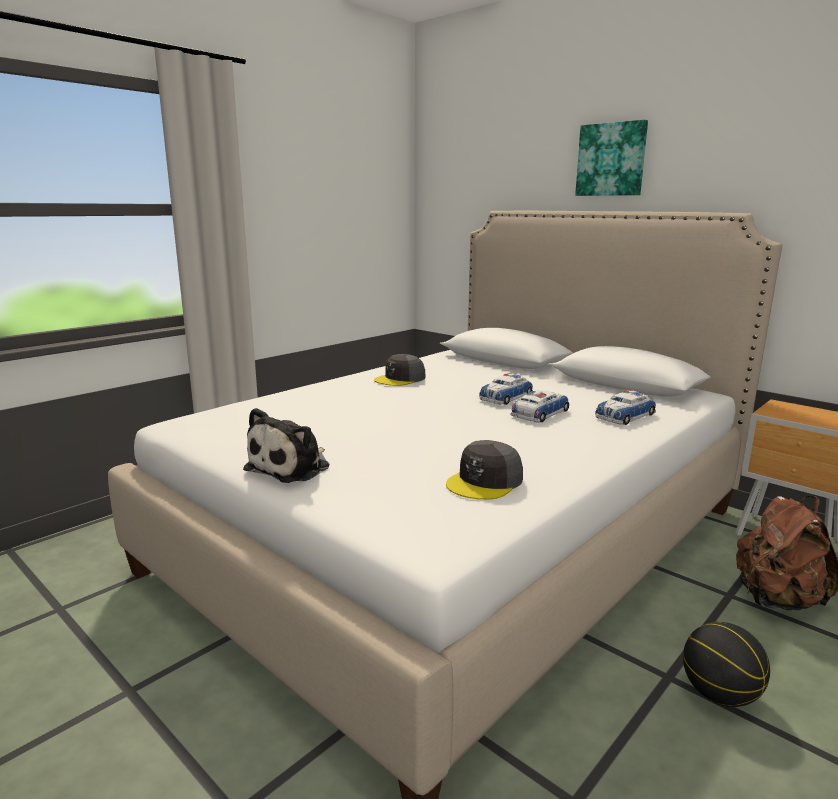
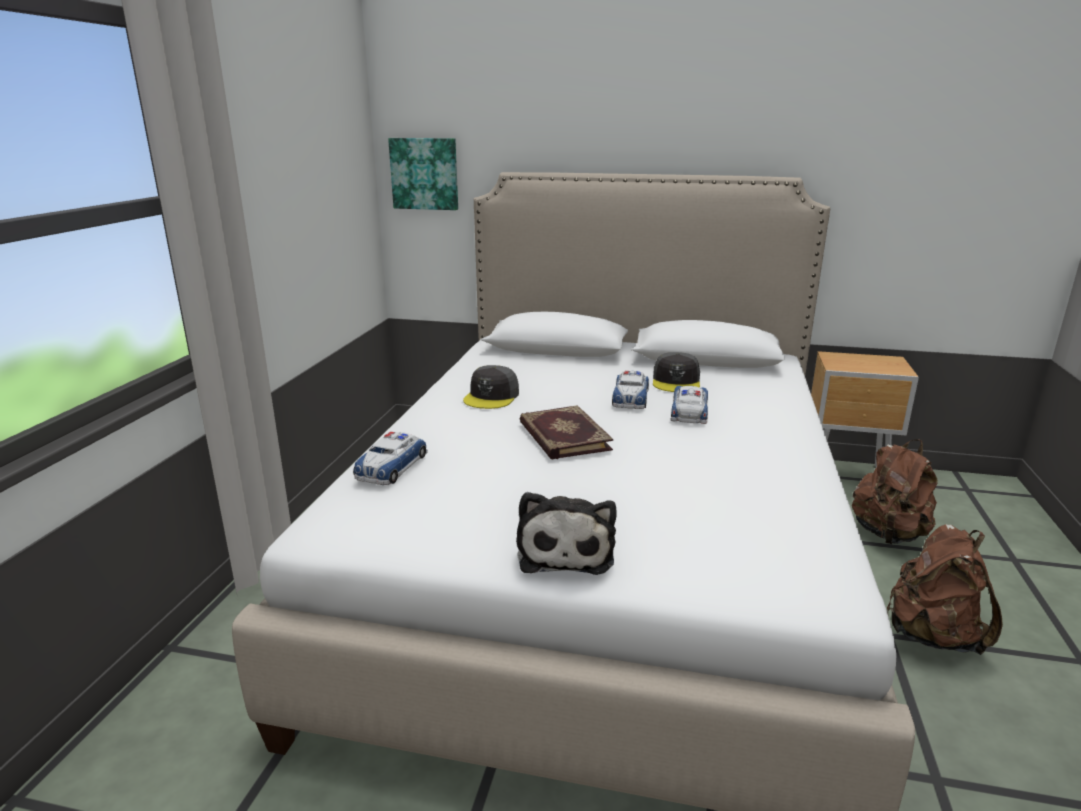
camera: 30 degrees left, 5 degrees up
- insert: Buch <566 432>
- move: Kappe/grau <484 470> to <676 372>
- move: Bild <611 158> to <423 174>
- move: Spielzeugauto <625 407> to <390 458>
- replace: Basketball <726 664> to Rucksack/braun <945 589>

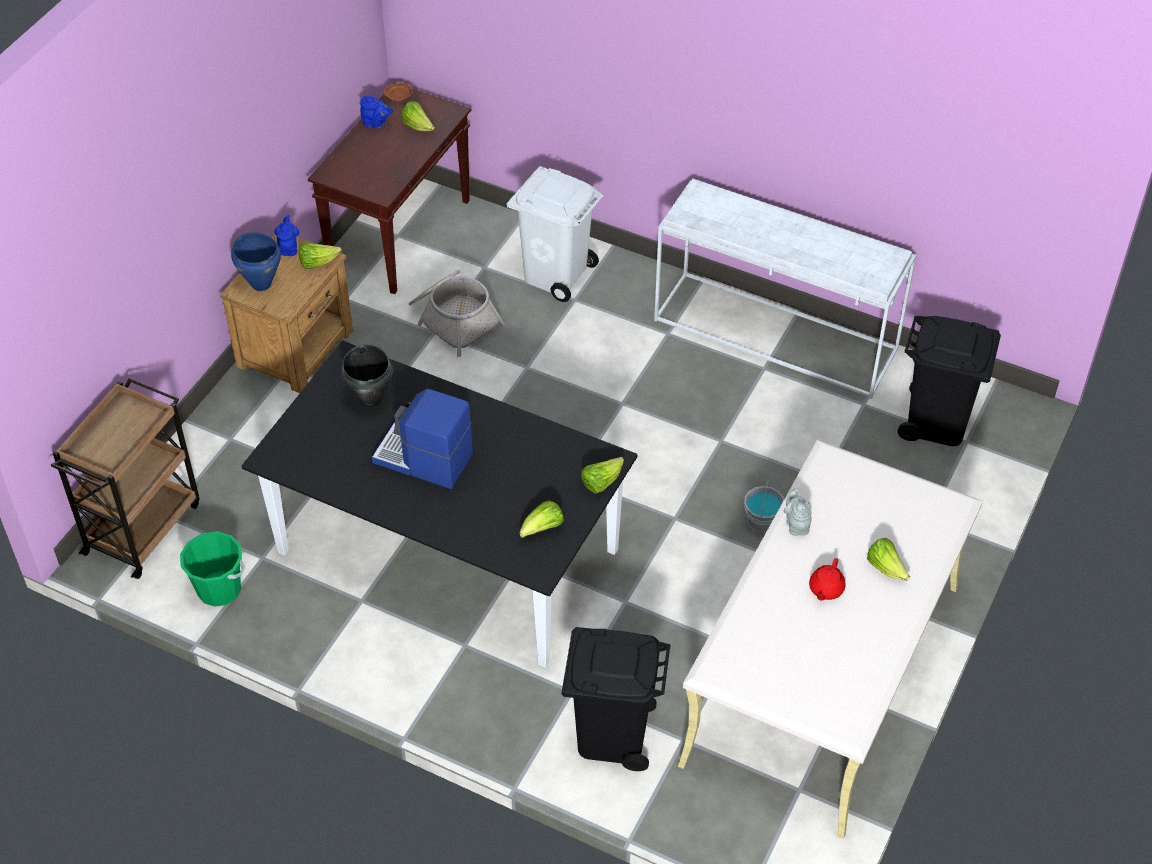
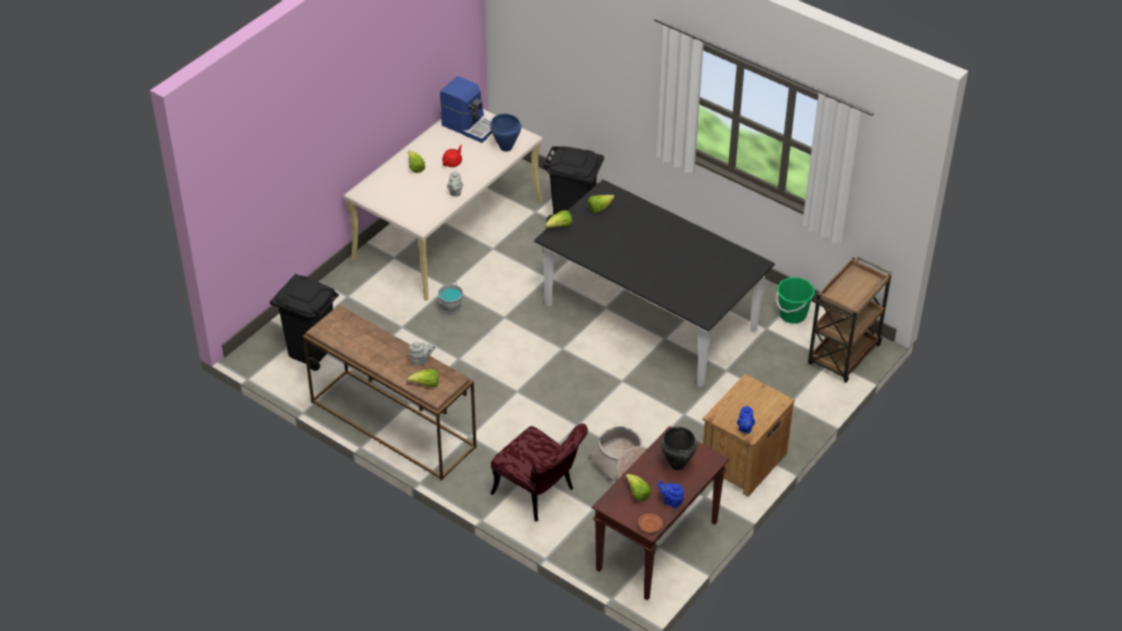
camera: 170 degrees left, 5 degrees down
- insert: Teekanne/grau <422 353>
- move: Kochtopf/blau <256 261> to <505 133>
- move: Salatkopf <320 255> to <423 378>
- move: Kochtopf/schwarz <367 376> to <679 448>
- move: Kaffeemaschine <422 439> to <466 109>
- replace: Mülleimer/weiß <555 234> to Stuhl/rot <539 472>
- recolor: Konsolentisch/weiß <785 289> to Konsolentisch/braun <390 392>

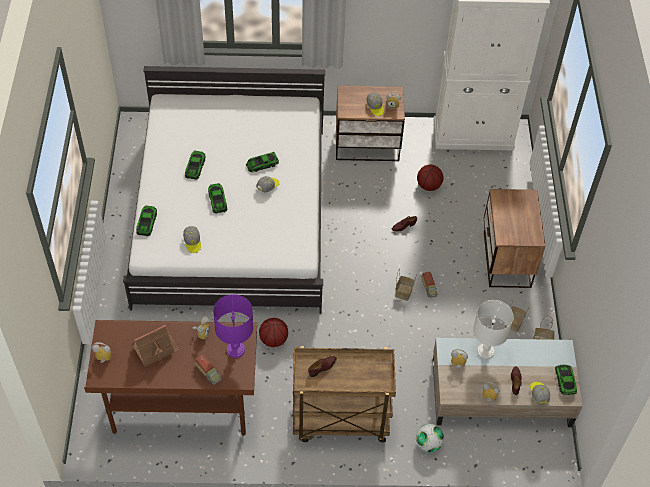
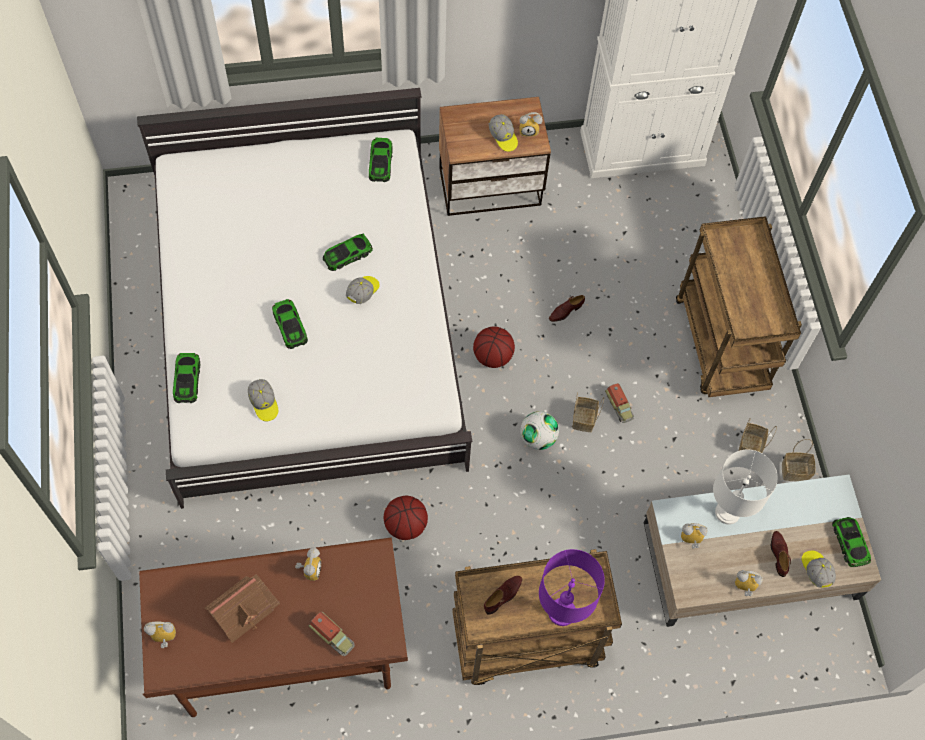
camera: 10 degrees left, 10 degrees up
- move: Spielzeugauto <195 165> to <381 160>
- move: Tischlampe/lila <233 326> to <572 587>
- move: Fußball <430 438> to <539 430>
- move: Basketball <430 178> to <494 347>
- replace: Nachttisch <515 238> to Rollwagen/braun <739 306>

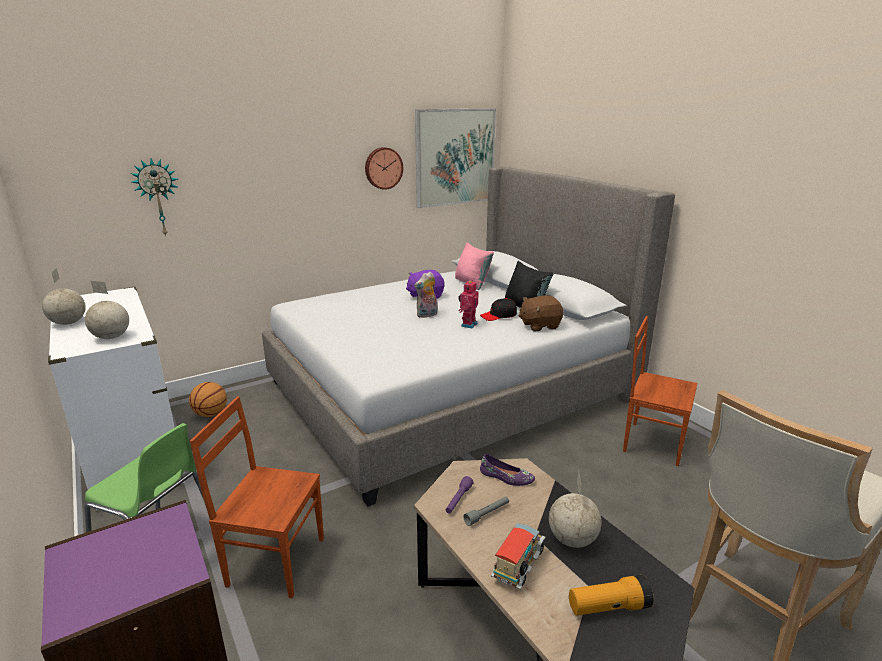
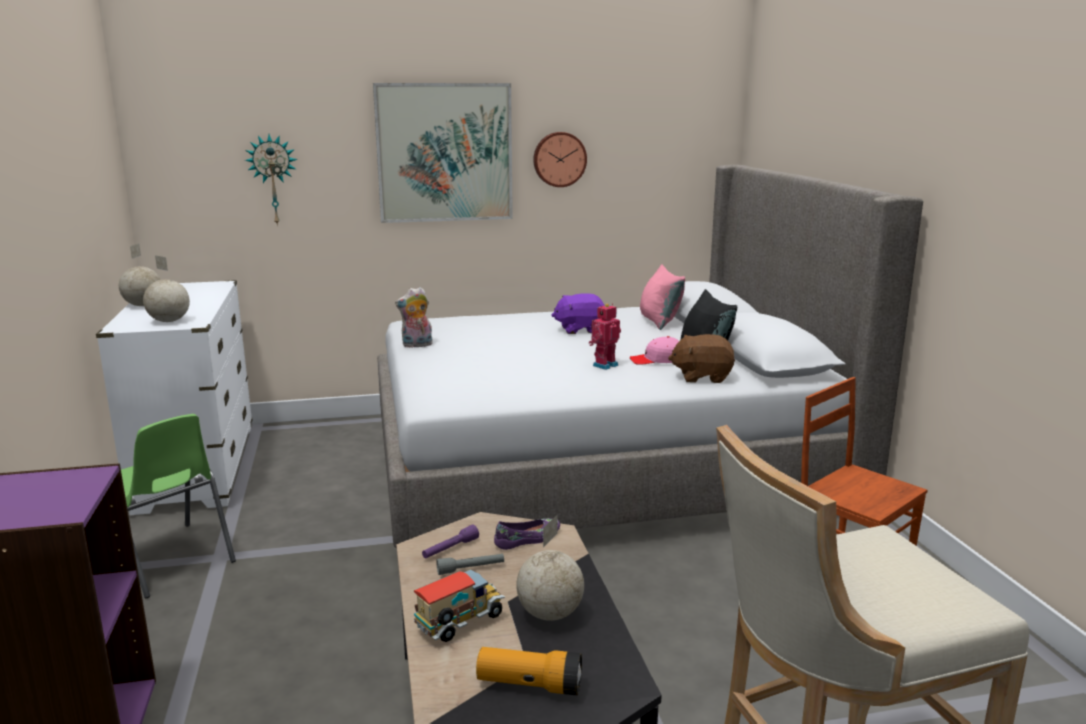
camera: 20 degrees right, 5 degrees down
- delete: Basketball <208 399>
- delete: Stuhl/braun <257 497>
- move: Plüschtier <426 295> to <414 317>
- move: Bild <455 158> to <443 153>
- recolor: Kappe/schwarz <498 309> to Kappe/rosa <654 350>
- rotate: Schuh/lila <507 470> = <527 534> 75 degrees counterclockwise

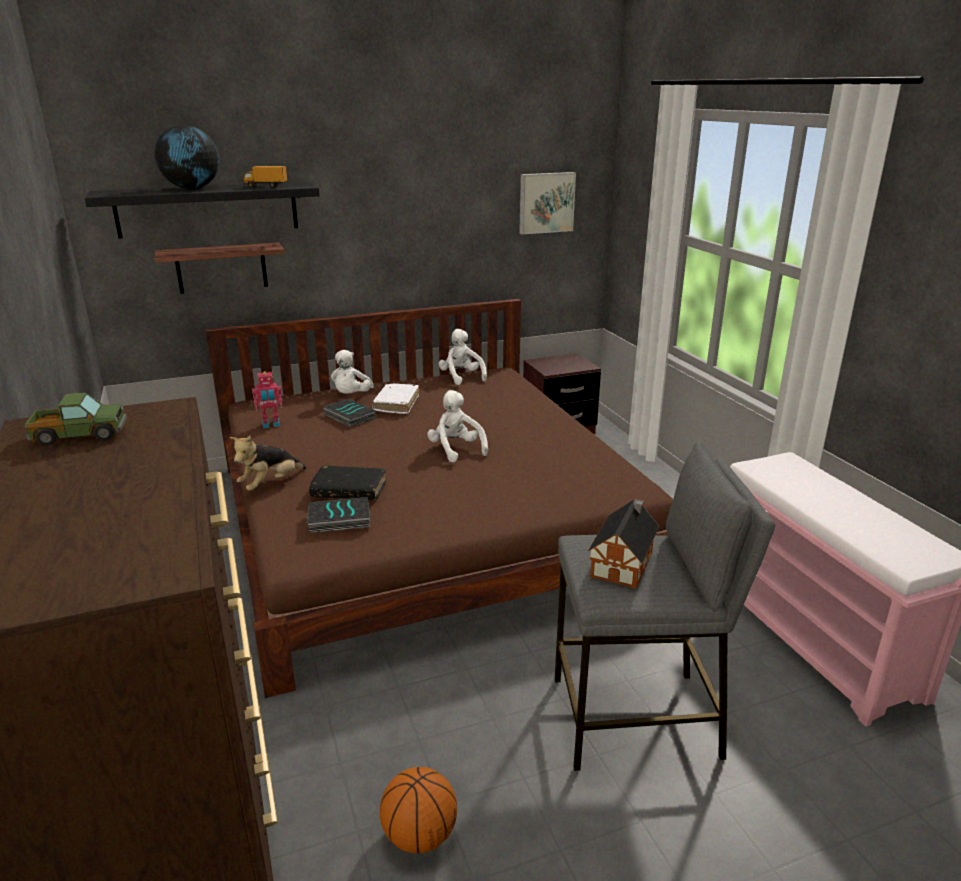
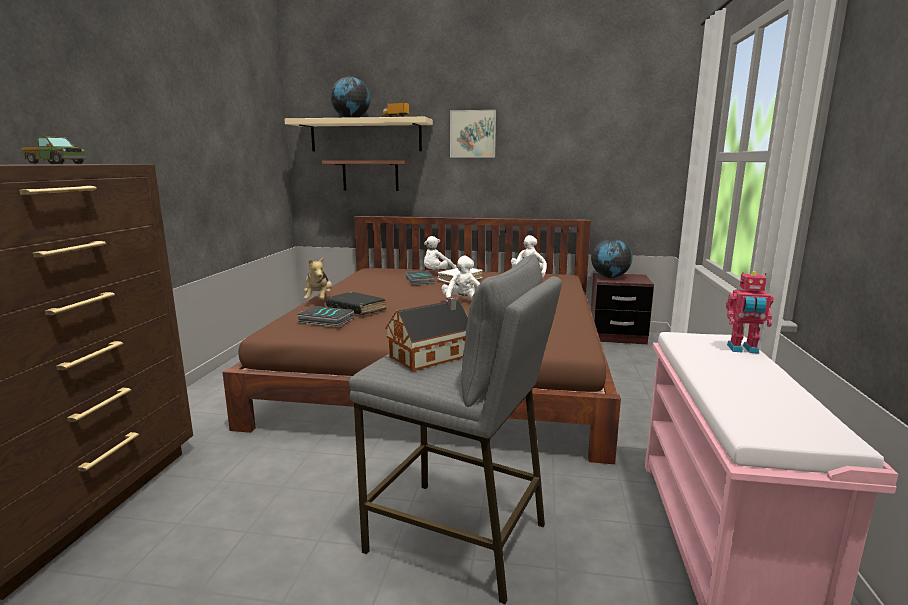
camera: 30 degrees right, 10 degrees down
- delete: Basketball <418 810>
- insert: Globus <612 258>
- move: Spielzeugroboter <267 399> to <750 312>
- move: Bild <547 203> to <473 134>
- recolor: Wandregal/schwarz <202 210> to Wandregal/beige <358 134>
- rotate: Plüschtier <268 463> = <318 278> 75 degrees counterclockwise

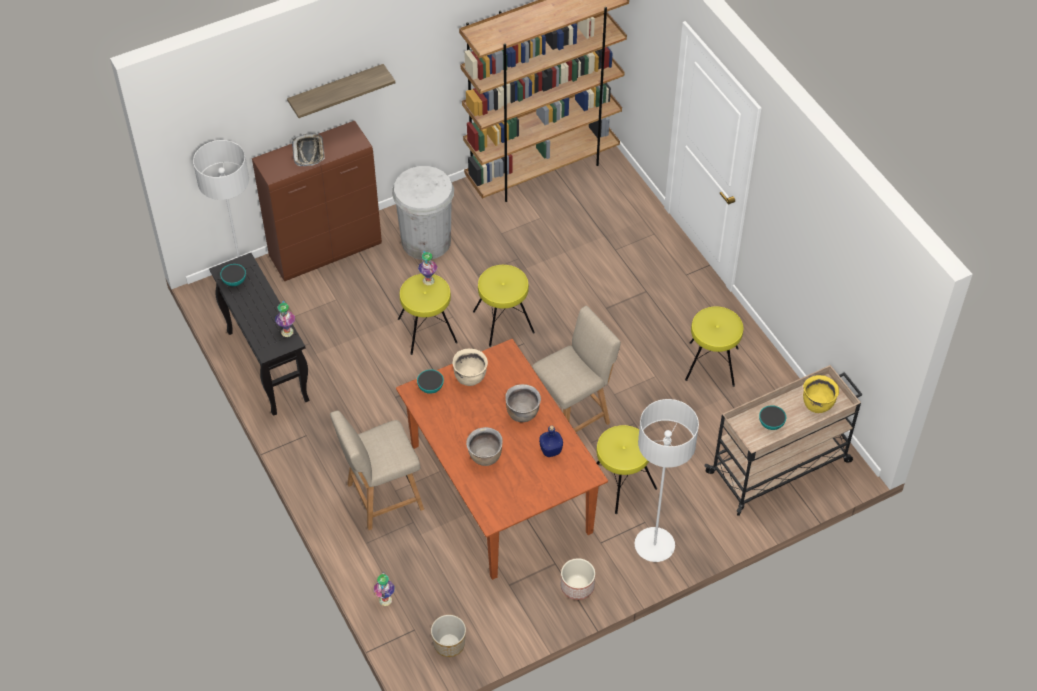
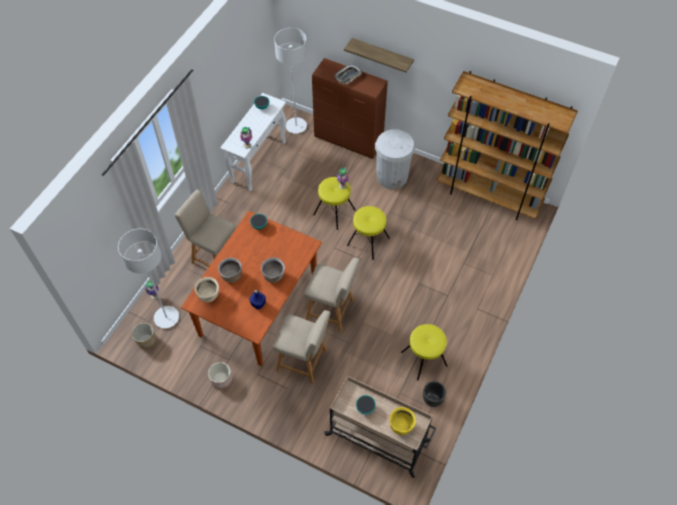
camera: 55 degrees right, 5 degrees up
- insert: Pflanzkübel/schwarz <434 394>
- move: Kochtopf/beige <470 367> to <207 289>
- move: Stehlampe/grau <667 480> to <148 278>
- replace: Hocker/gelb <626 469> to Stuhl/beige <301 347>
- recolor: Konsolentisch/schwarz <259 334> to Konsolentisch/weiß <253 142>

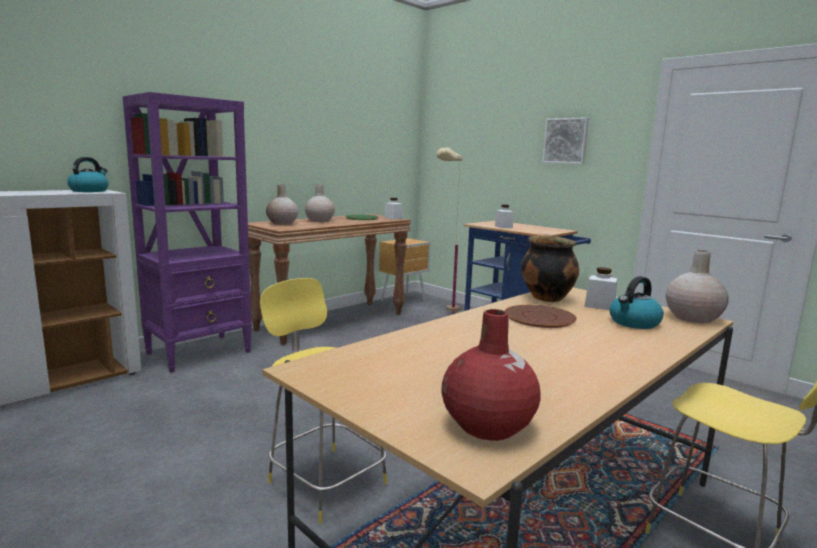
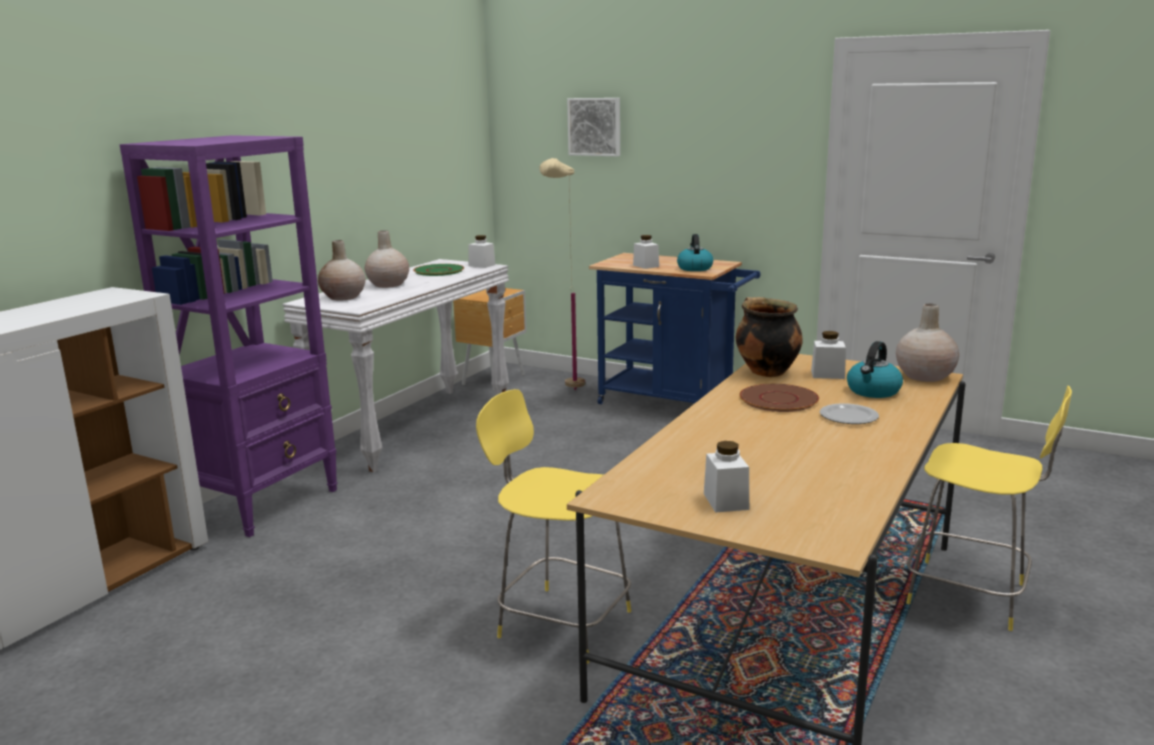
camera: 15 degrees left, 5 degrees up
- delete: Vase/rot <491 375>
- insert: Vorratsglas/weiß <726 477>
- insert: Teller <849 413>
- move: Wasserkessel <88 174> to <695 252>
- move: Bild <565 140> to <593 127>
- recolor: Konsolentisch/braun <329 279> to Konsolentisch/weiß <395 366>

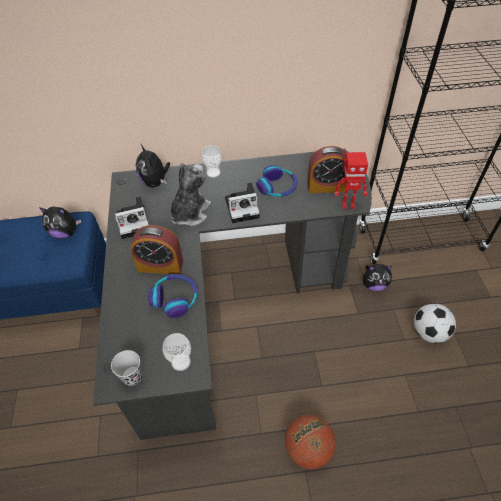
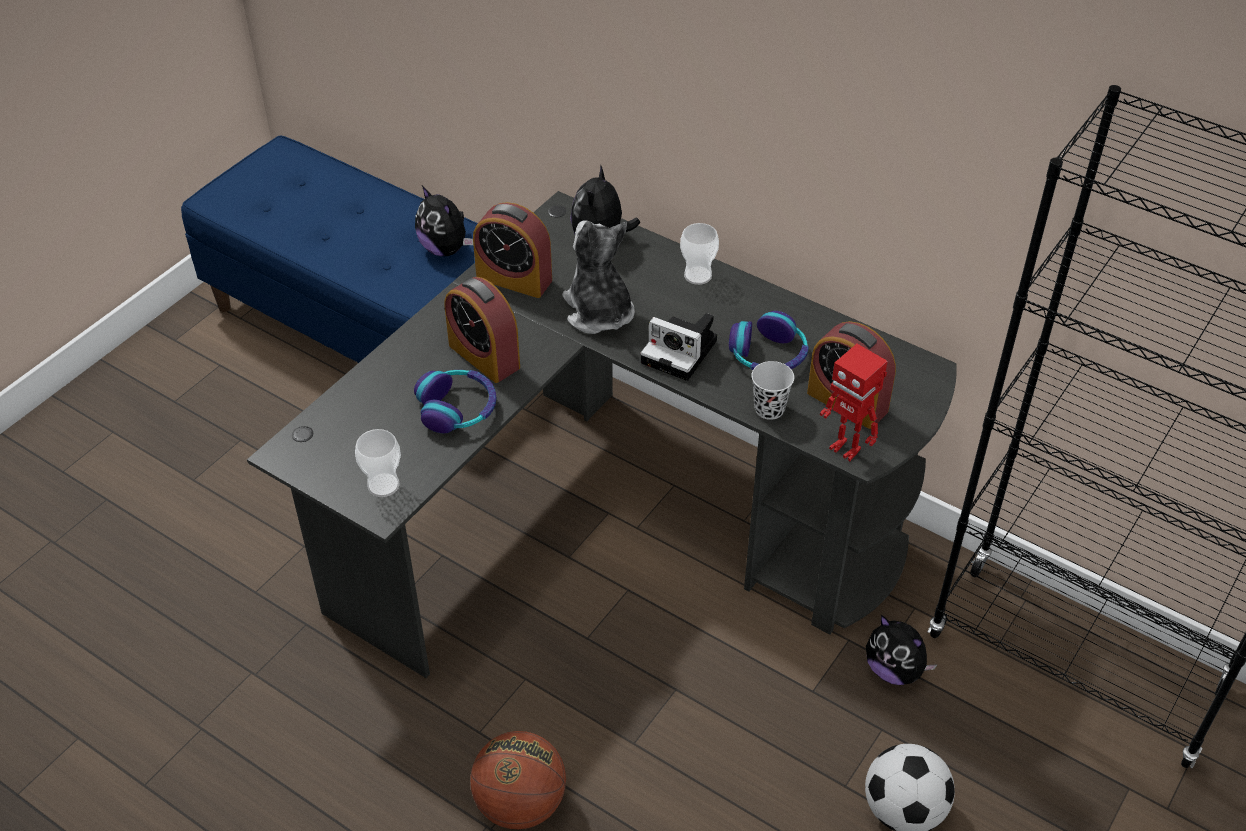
camera: 40 degrees right, 5 degrees down
- move: Tasse/schwarz <126 368> to <772 390>
- replace: Kamera <132 217> to Wecker <512 250>
- rotate: Plüschtier <191 194> = <598 277> 90 degrees counterclockwise

